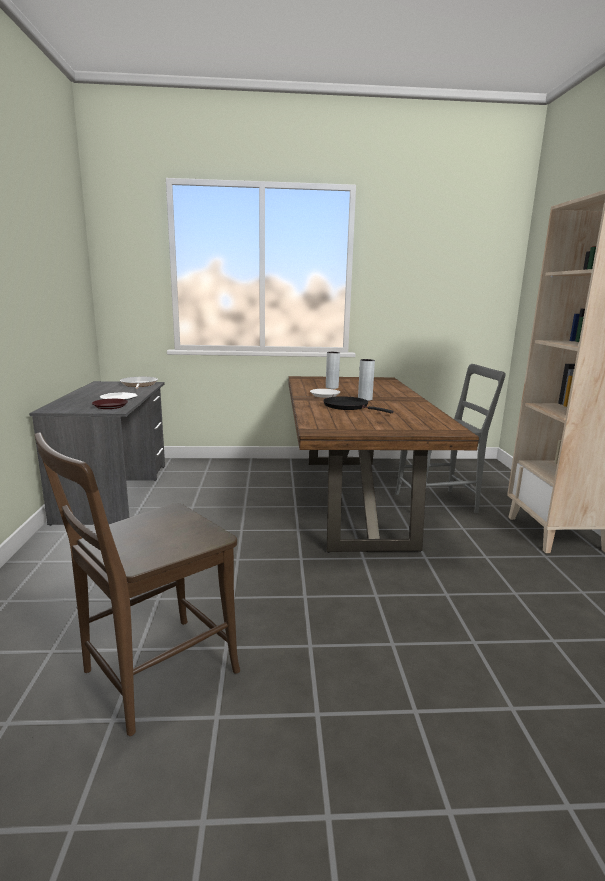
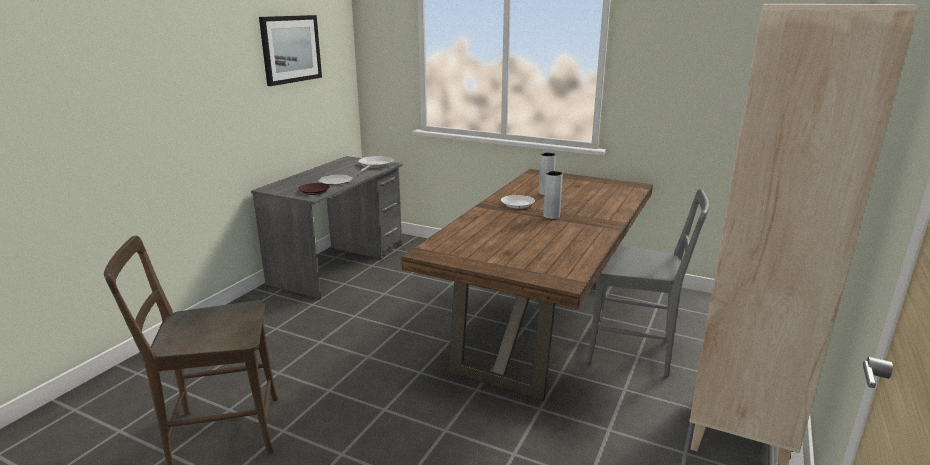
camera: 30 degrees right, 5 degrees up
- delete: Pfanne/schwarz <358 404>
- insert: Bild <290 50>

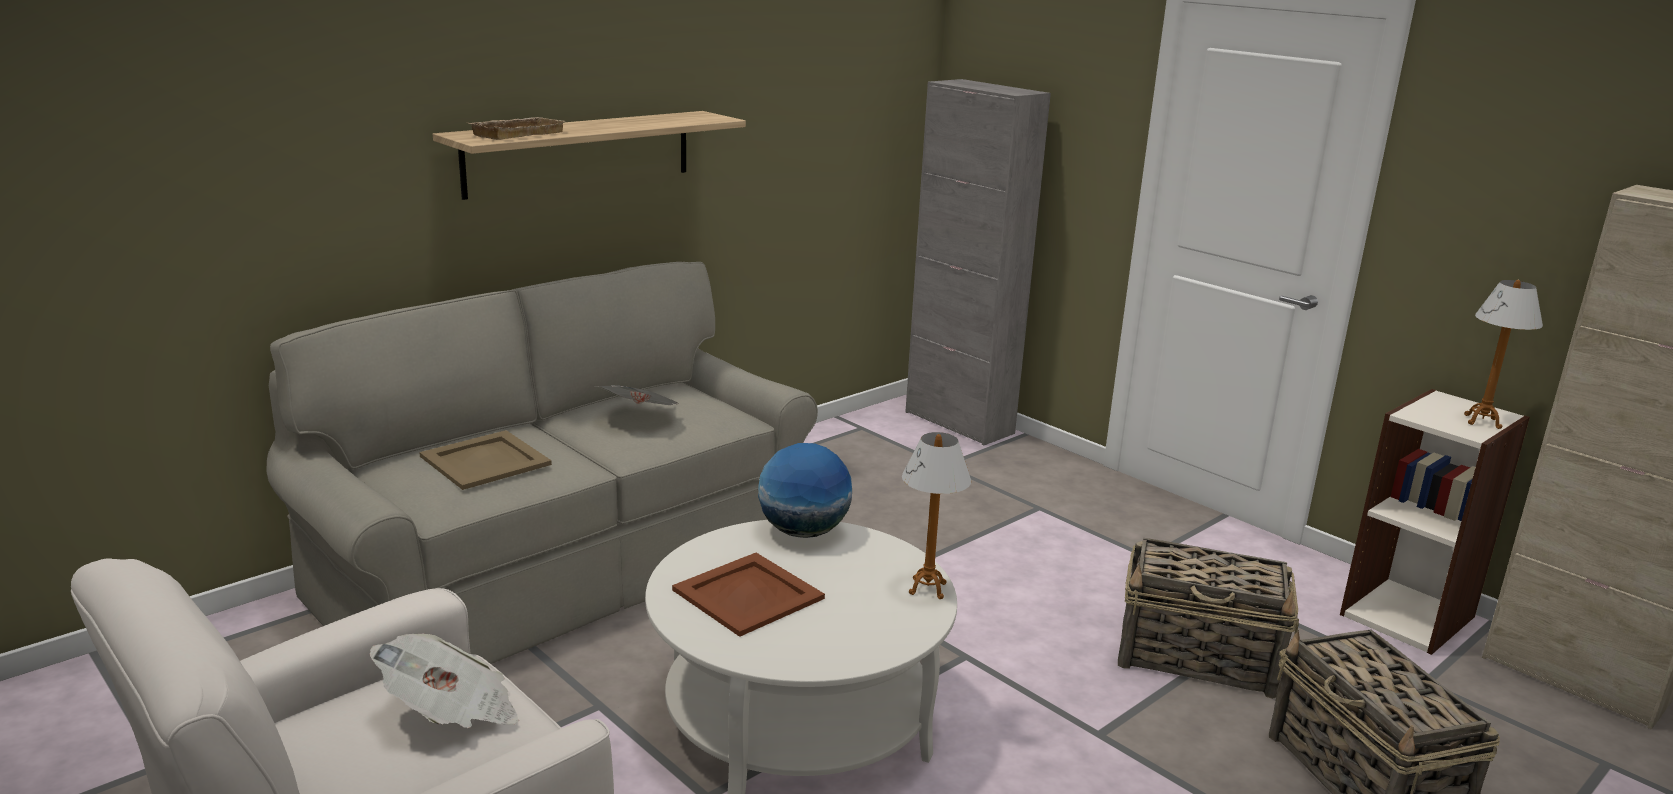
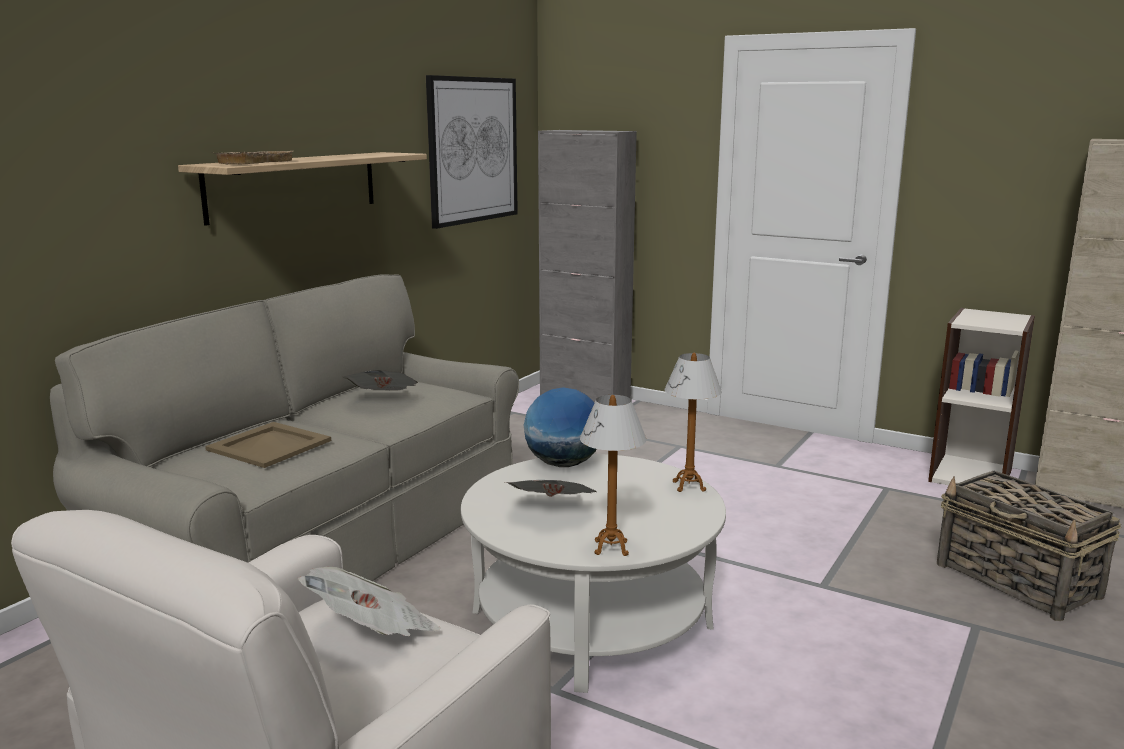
camera: 15 degrees left, 5 degrees down
- delete: Korb <1208 618>
- insert: Bild <472 152>
- move: Tischlampe <1503 354> to <613 475>
- replace: Tablett/braun <748 595> to Zeitung <551 488>

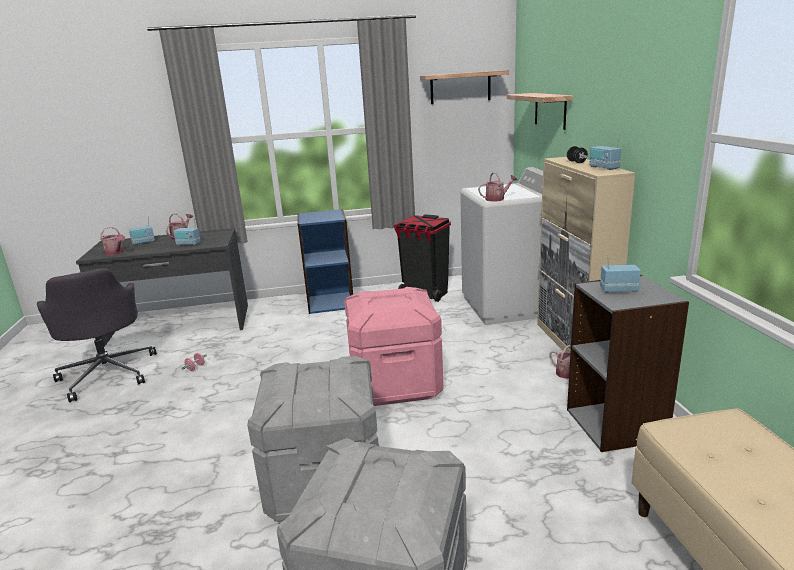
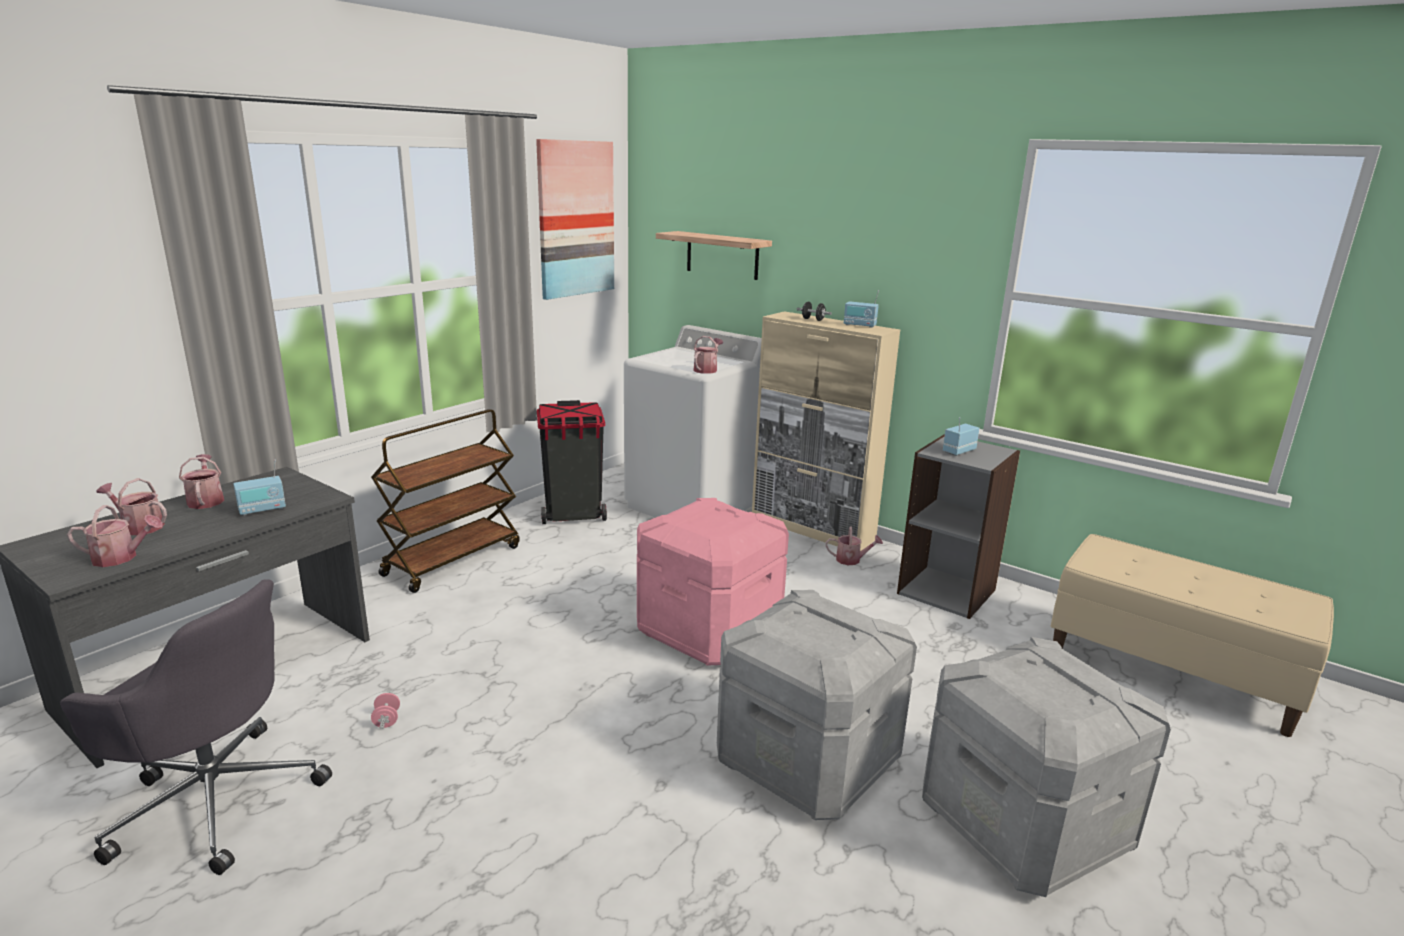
camera: 45 degrees left, 0 degrees up
- replace: Radio <142 230> to Gießkanne <131 506>
- replace: Bücherregal/blau <325 261> to Rollwagen/braun <445 501>
- replace: Wandregal <464 87> to Bild <575 219>

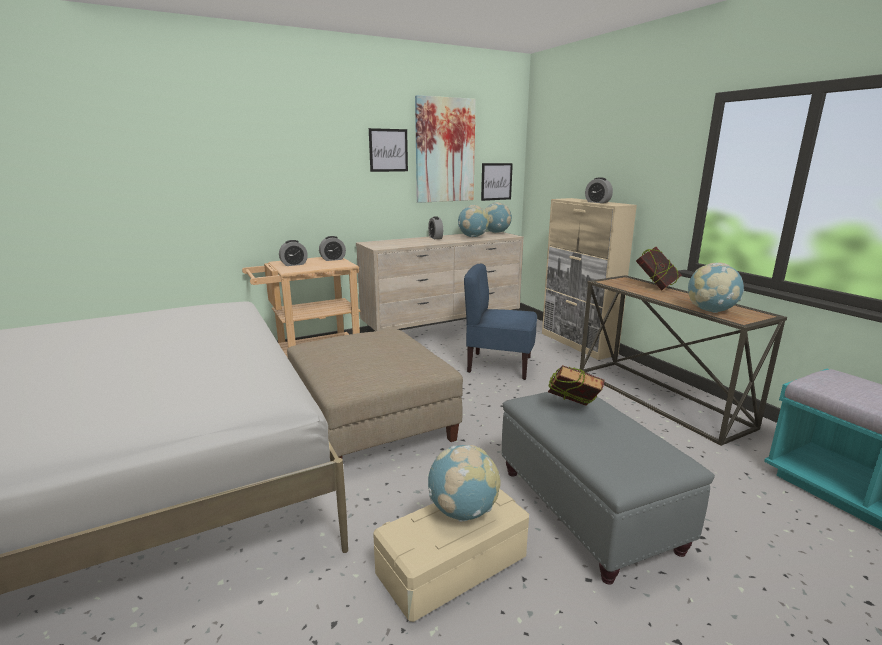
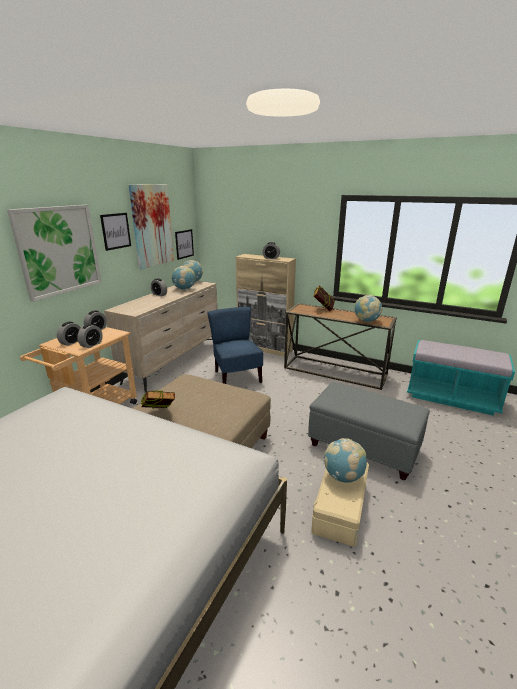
camera: 35 degrees left, 5 degrees up
- insert: Bild <54 253>
- insert: Wecker <90 336>
- move: Buch <576 385> to <158 399>
- rotate: Stuhl/blau <500 322> = <235 345> 90 degrees clockwise

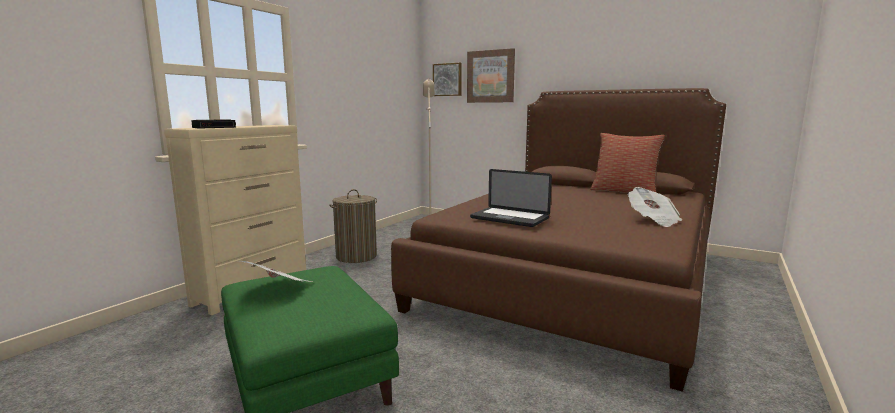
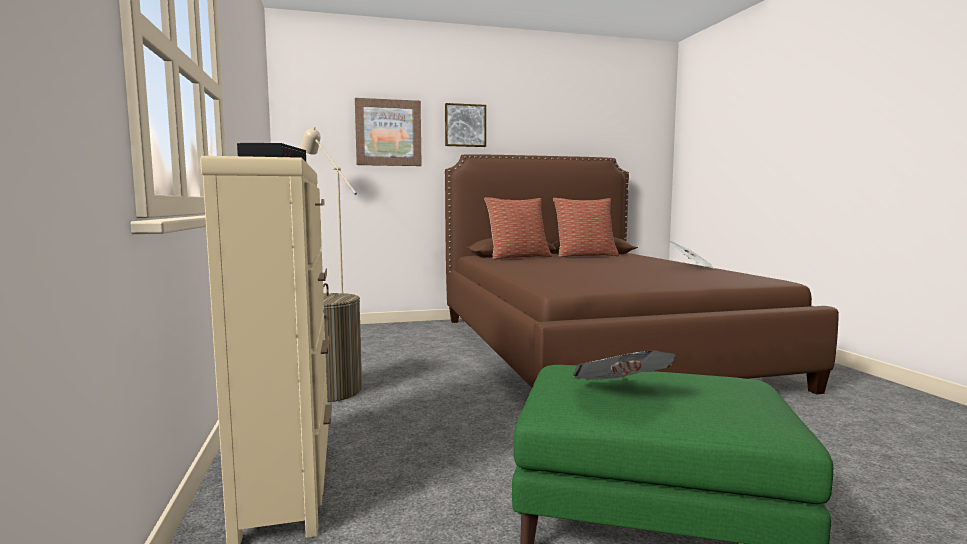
camera: 45 degrees left, 5 degrees down
- delete: Laptop <511 198>
- insert: Kissen <518 228>
- move: Bild <447 79> to <465 125>

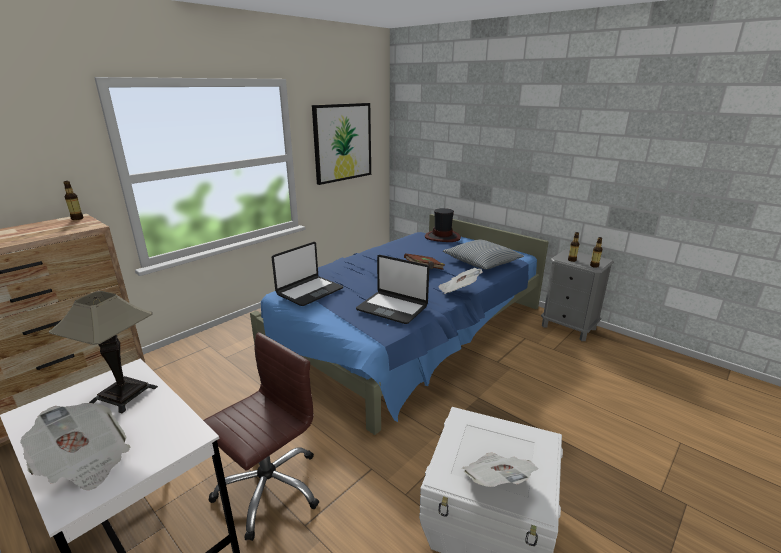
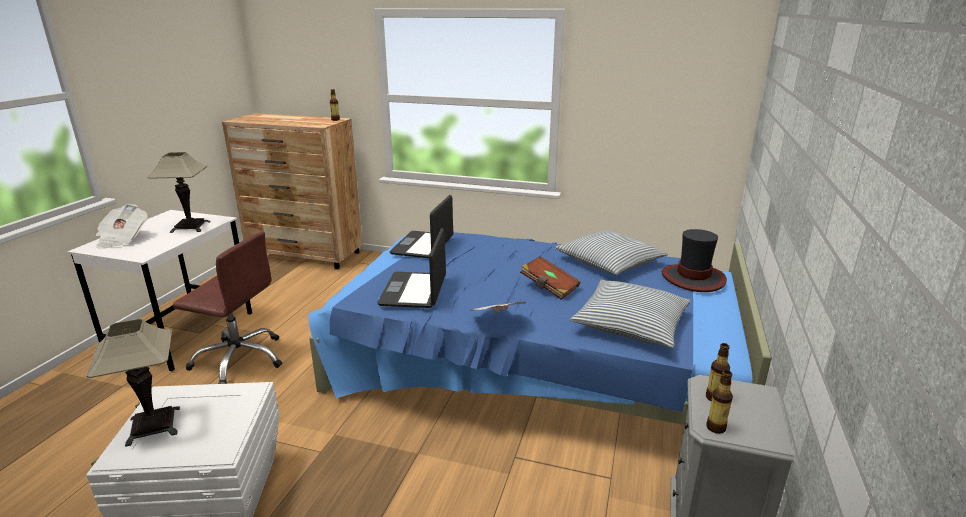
camera: 65 degrees right, 0 degrees up
- delete: Bild <341 144>
- insert: Kissen <611 252>
- replace: Zeitung <500 469> to Tischlampe <133 383>
- rotate: Laptop <307 274> = <421 226> 90 degrees clockwise

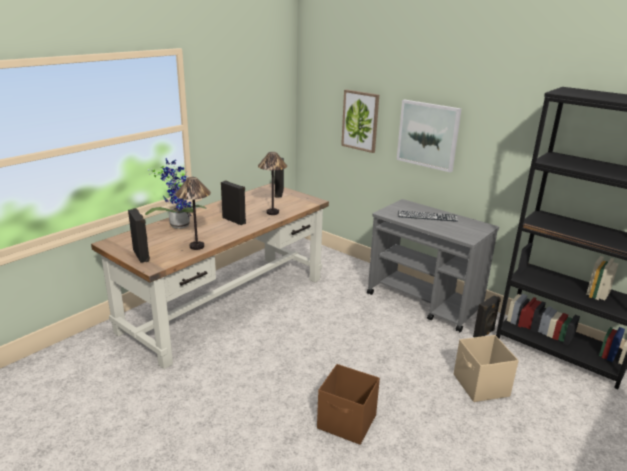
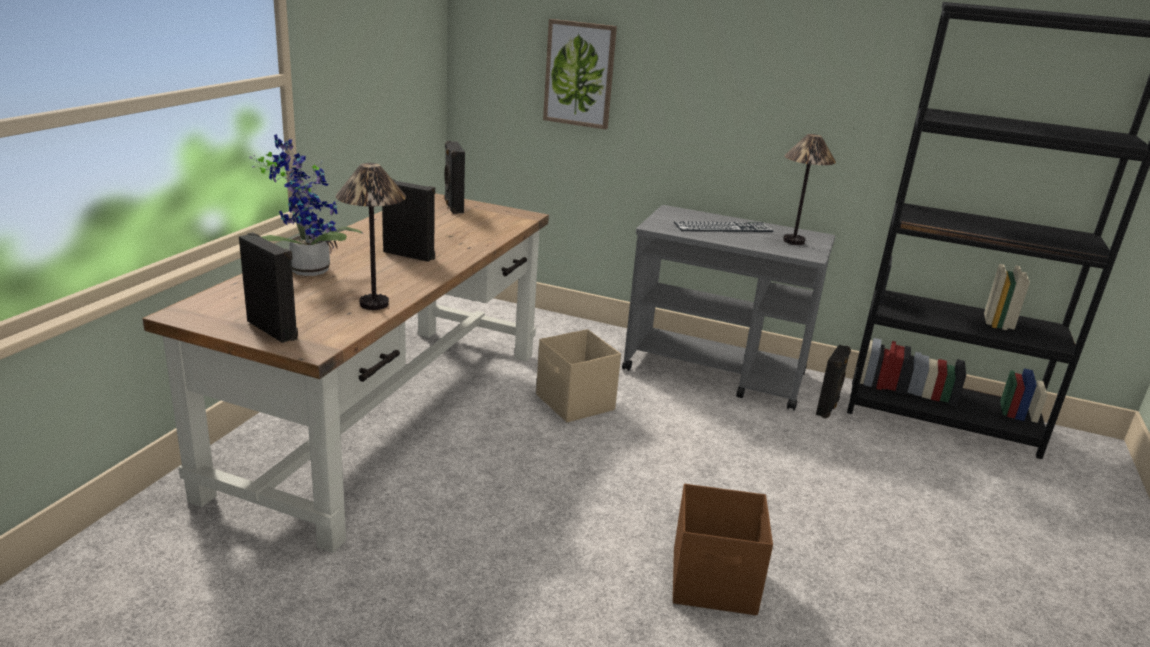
camera: 20 degrees left, 0 degrees up
- delete: Bild <429 136>
- move: Tischlampe <272 183> to <809 189>
- move: Aufbewahrungsbox/beige <486 368> to <578 375>

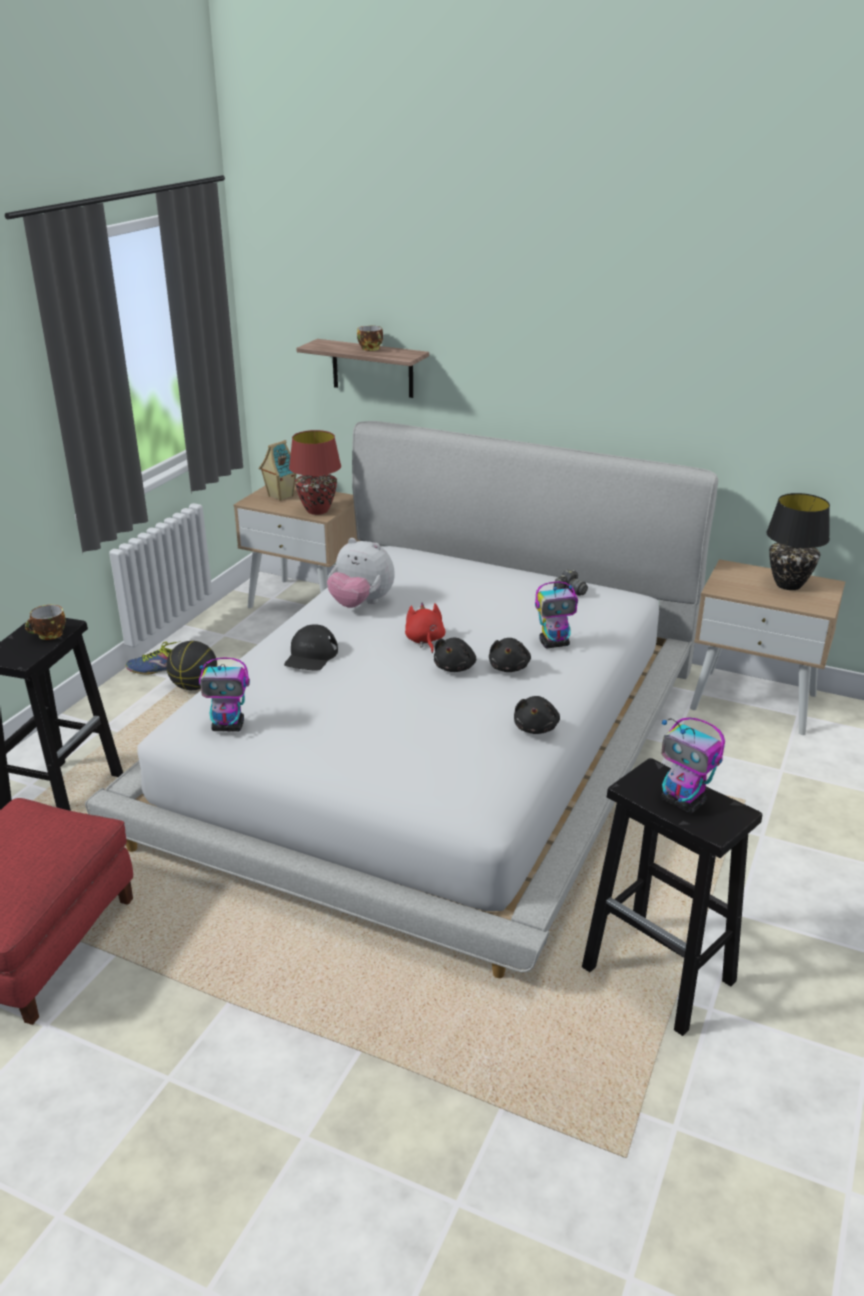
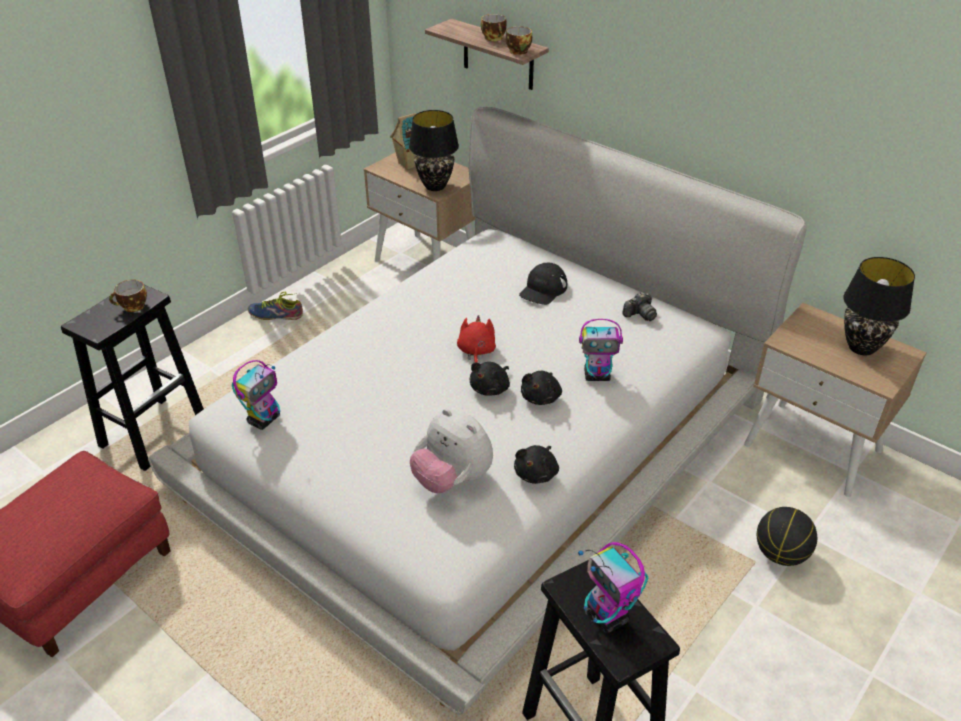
camera: 15 degrees right, 10 degrees up
- insert: Tasse <519 40>
- move: Basketball <191 665> to <787 536>
- move: Kappe/schwarz <311 647> to <543 284>
- move: Plüschtier <361 573> to <451 451>
- recolor: Tischlampe/rot <315 472> to Tischlampe/schwarz <434 150>
- rotate: Spielzeugroboter <224 694> = <256 395> 75 degrees counterclockwise

